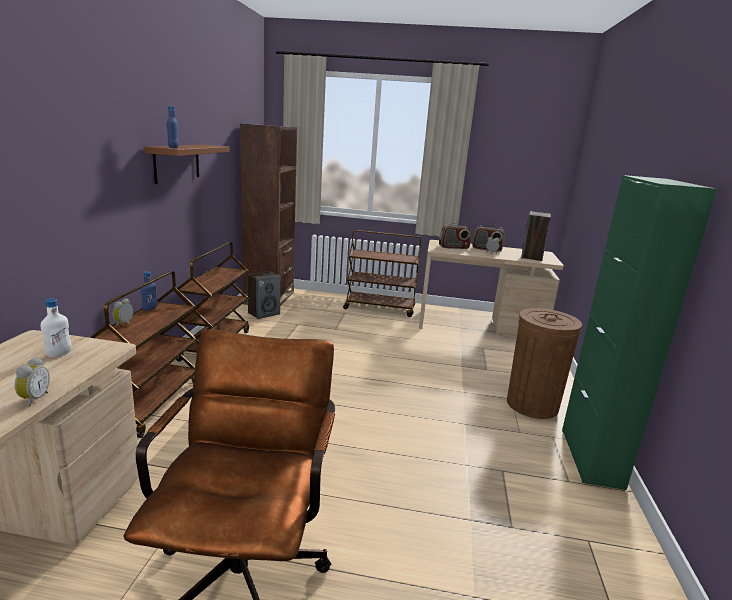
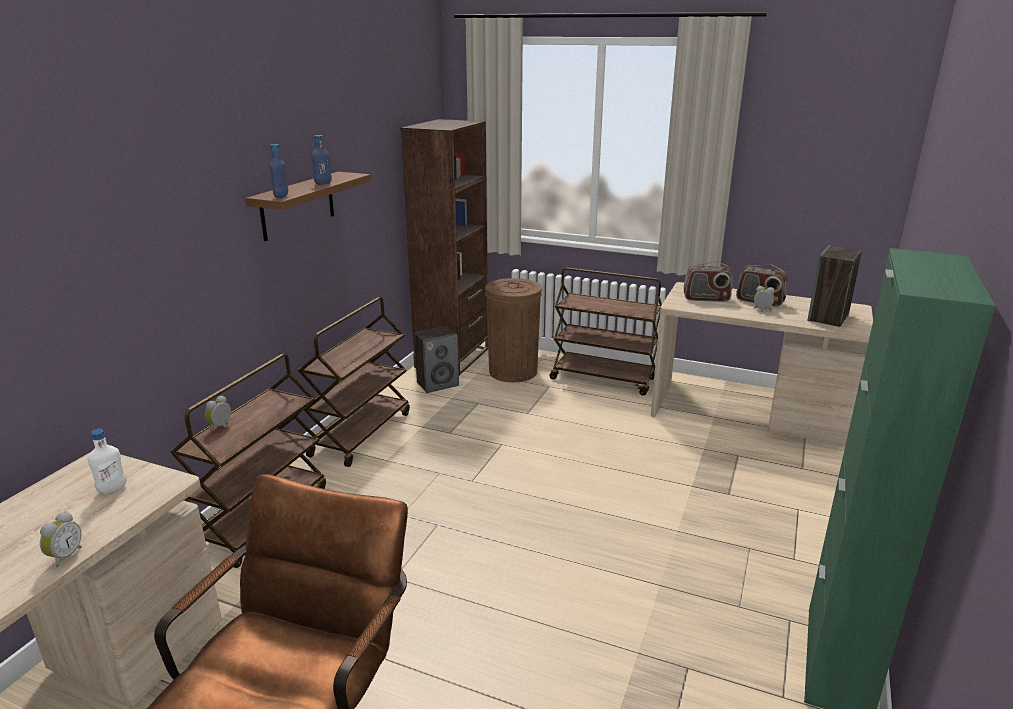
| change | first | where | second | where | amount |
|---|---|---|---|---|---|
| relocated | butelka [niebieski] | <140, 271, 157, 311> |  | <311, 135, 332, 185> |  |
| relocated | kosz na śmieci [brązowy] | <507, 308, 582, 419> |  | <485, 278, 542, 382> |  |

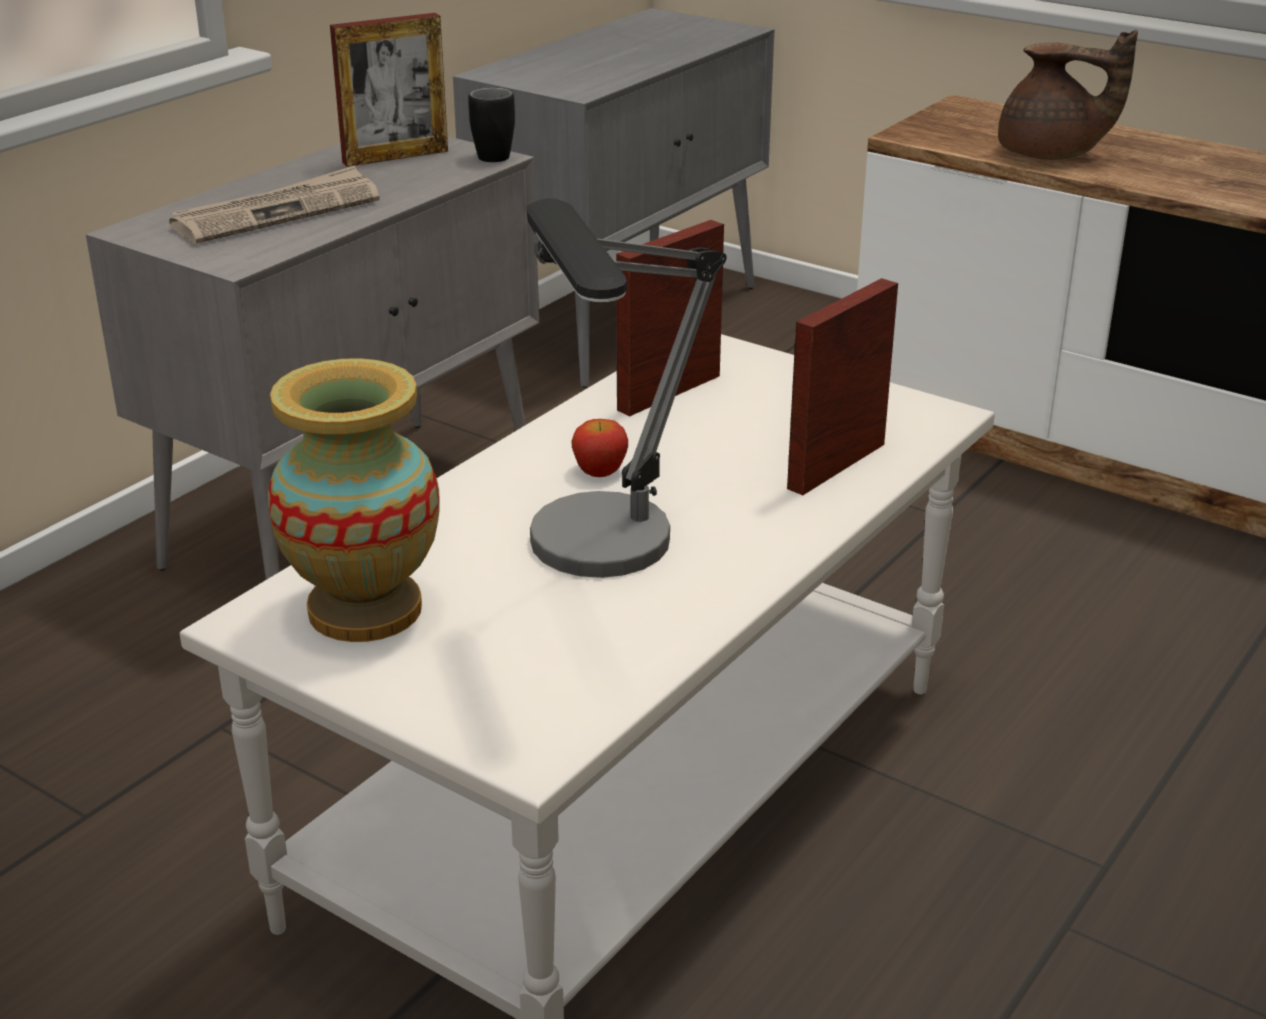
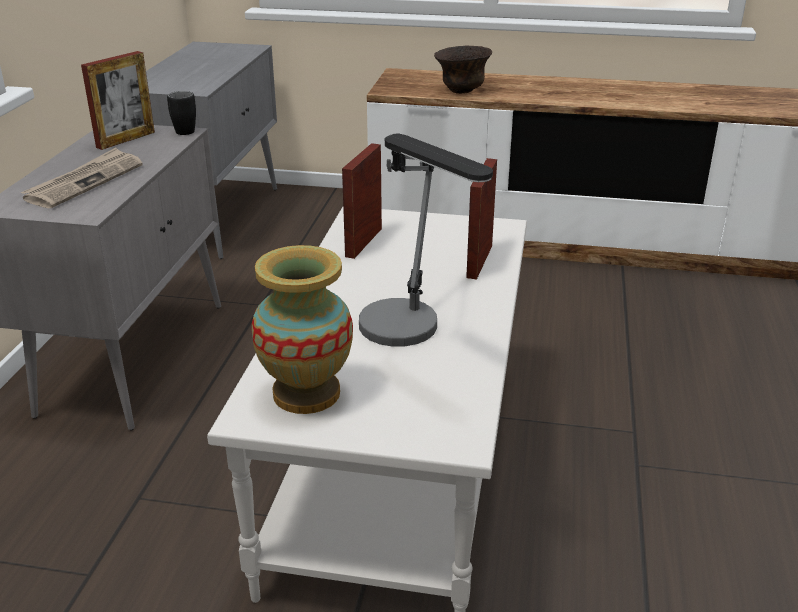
| change | first | where | second | where | amount |
|---|---|---|---|---|---|
| exchanged | imbryk [brązowy] | <998, 30, 1138, 160> | miska [brązowy] | <434, 45, 492, 94> |  |
| missing | jabłko | <571, 419, 628, 477> |  |  |  |

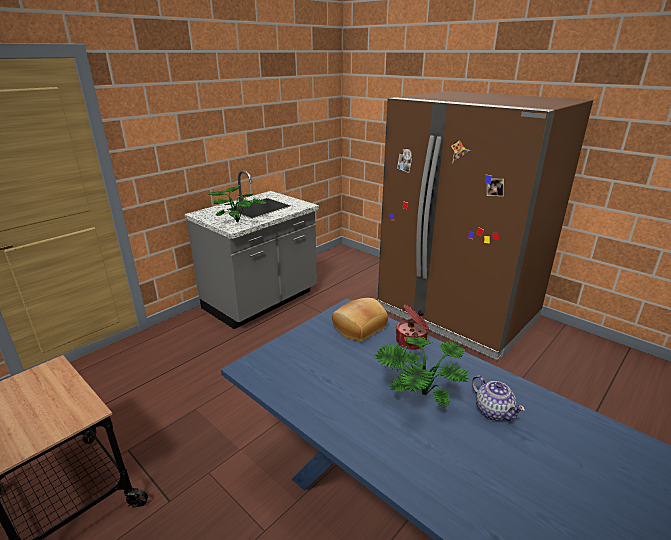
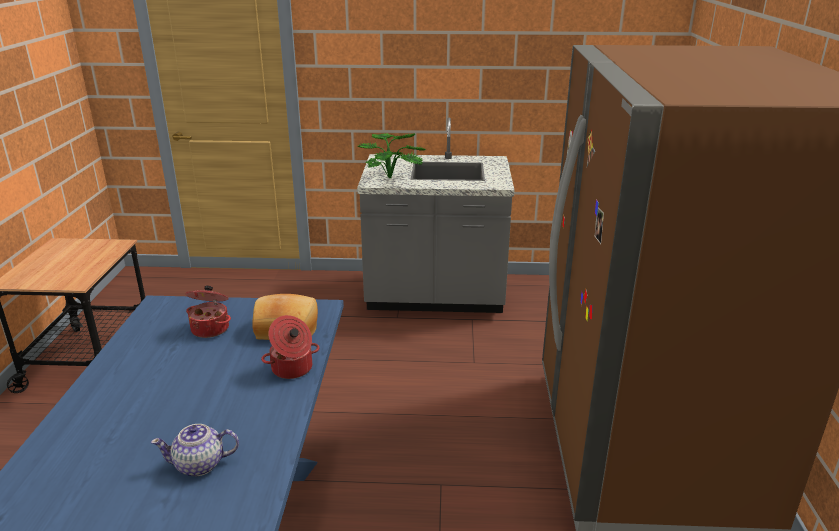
| change | first | where | second | where | amount |
|---|---|---|---|---|---|
| missing | roślina doniczkowa | <374, 337, 469, 407> |  |  |  |
| spun | imbryk | <472, 375, 525, 421> |  | <151, 424, 239, 476> | 60 degrees clockwise |
| appeared |  |  | garnek | <186, 285, 231, 338> |  |

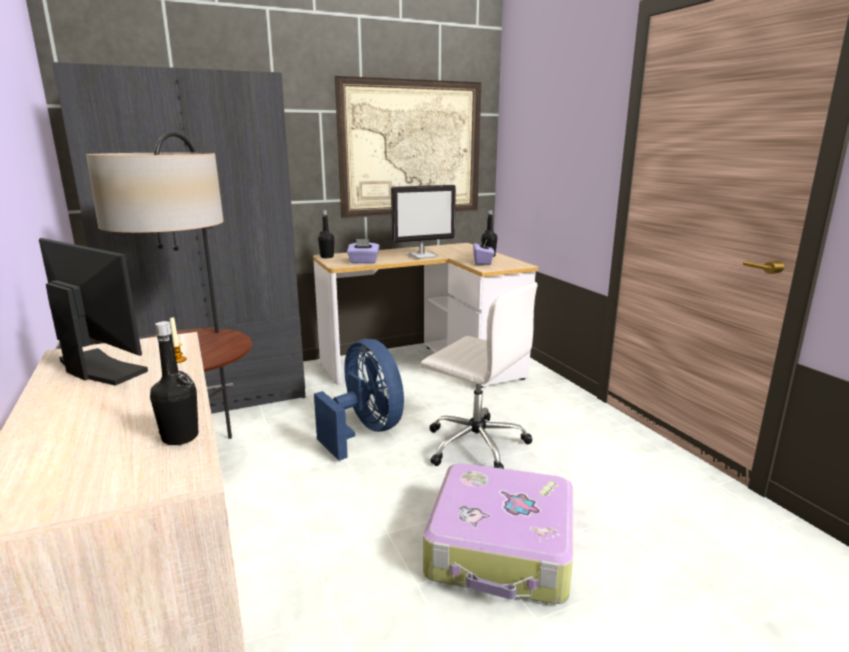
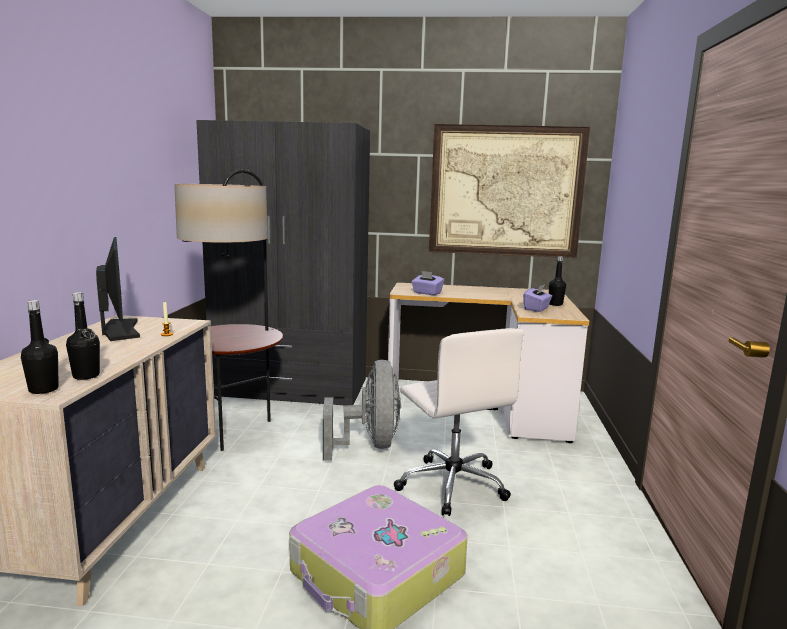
| change | first | where | second | where | amount |
|---|---|---|---|---|---|
| missing | monitor | <391, 185, 456, 259> |  |  |  |
| relocated | butelka [czarny] | <318, 210, 334, 258> |  | <21, 300, 59, 394> |  |
| colour | wentylator [niebieski] | <314, 339, 404, 461> | wentylator [szary] | <323, 360, 401, 461> |  |

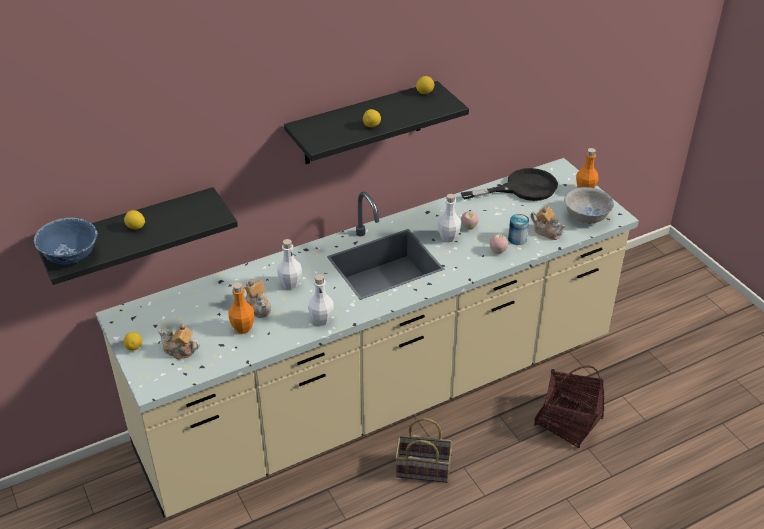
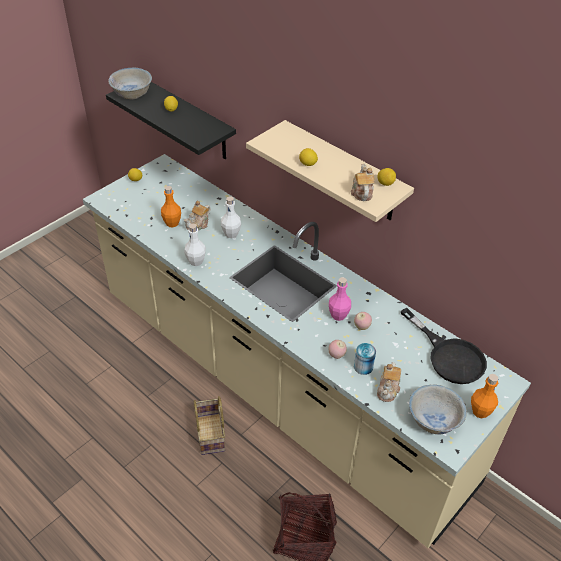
| change | first | where | second | where | amount |
|---|---|---|---|---|---|
| colour | półka [czarny] | <284, 81, 469, 164> | półka [beżowy] | <246, 120, 414, 222> |  |
| colour | butelka [biały] | <438, 194, 461, 242> | butelka [różowy] | <329, 277, 351, 321> |  |
| colour | miska [niebieski] | <34, 218, 98, 265> | miska [biały] | <108, 68, 152, 99> |  |
| relocated | imbryk | <158, 323, 200, 360> |  | <351, 164, 374, 201> |  |

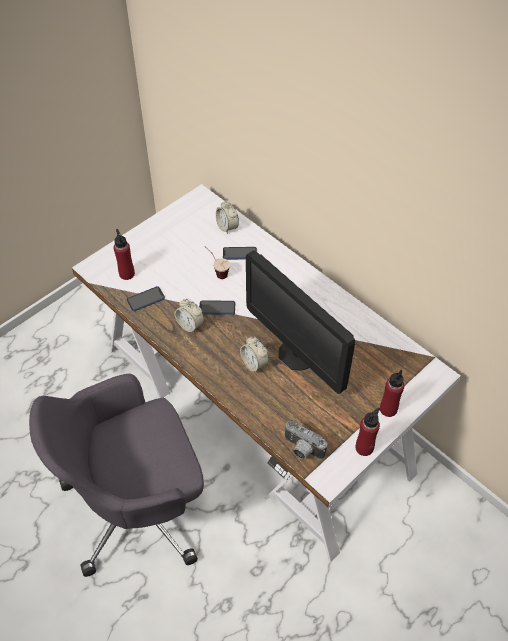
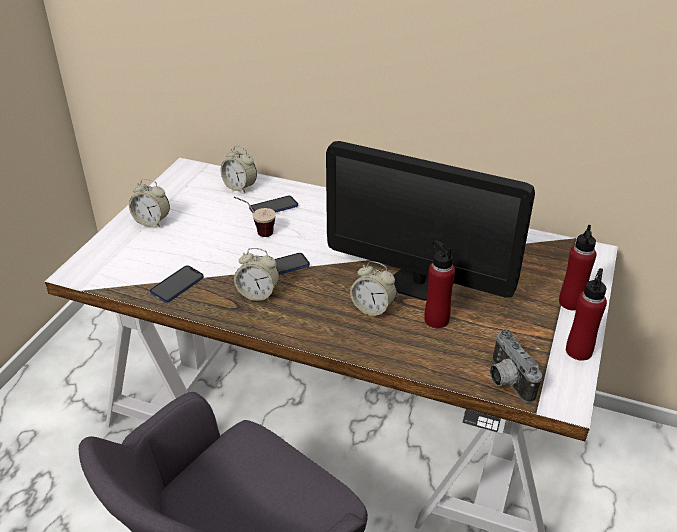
| change | first | where | second | where | amount |
|---|---|---|---|---|---|
| relocated | butelka [czerwony] | <114, 229, 135, 280> |  | <424, 240, 455, 328> |  |
| spun | aparat fotograficzny | <284, 420, 327, 459> |  | <490, 329, 542, 403> | 60 degrees clockwise |
| appeared |  |  | budzik | <129, 179, 170, 227> |  |

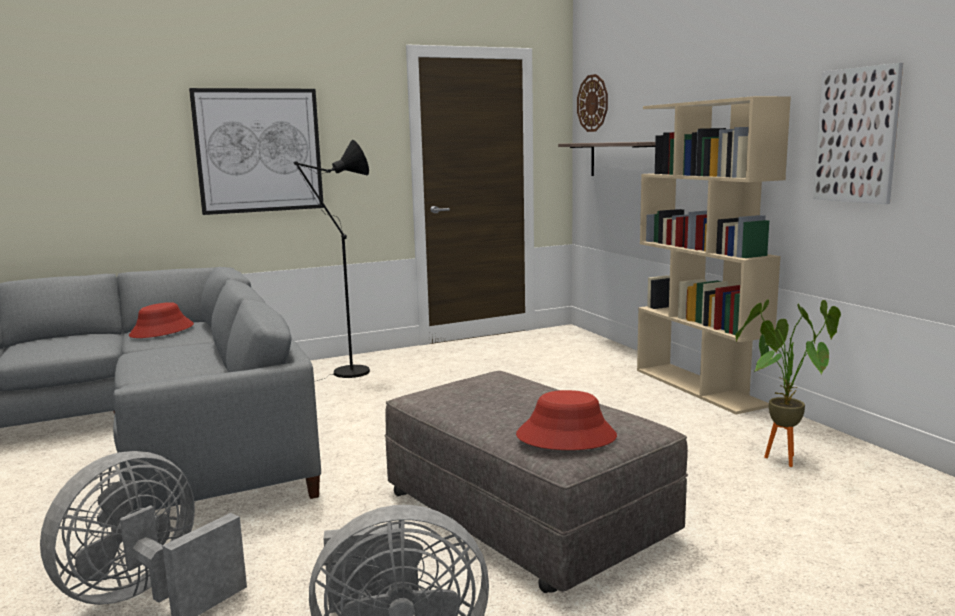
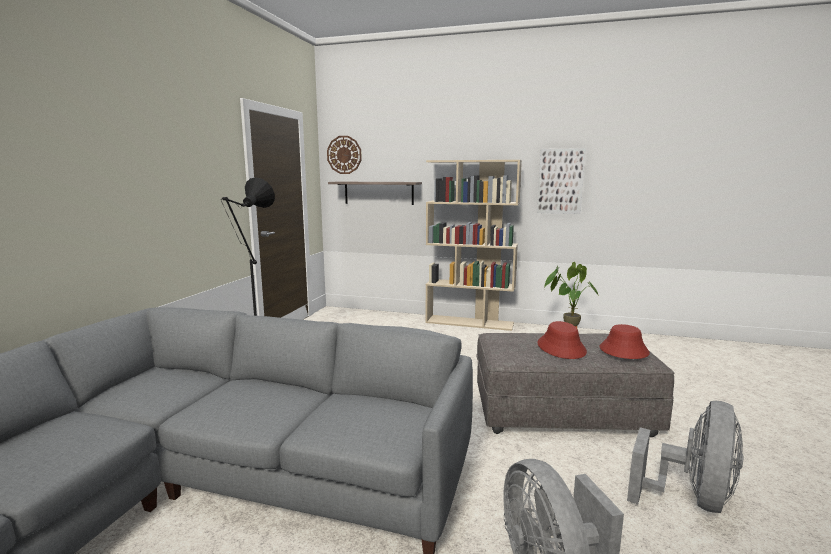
| change | first | where | second | where | amount |
|---|---|---|---|---|---|
| missing | obraz | <189, 88, 324, 215> |  |  |  |
| relocated | kapelusz [czerwony] | <129, 302, 194, 338> |  | <537, 321, 587, 359> |  |

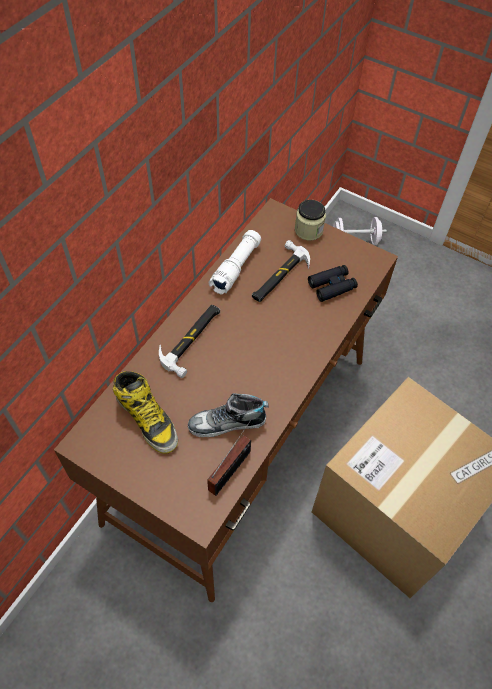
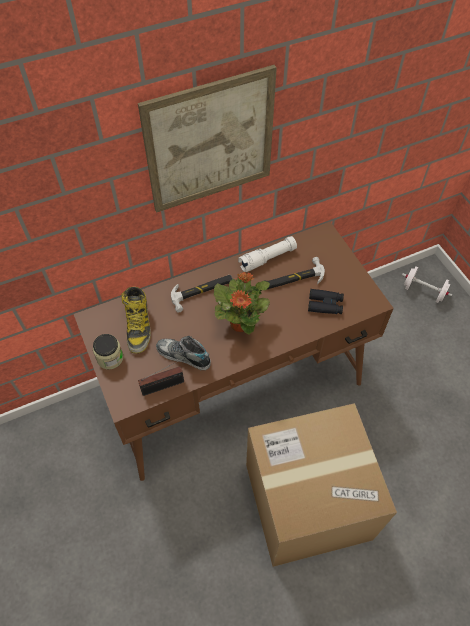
| change | first | where | second | where | amount |
|---|---|---|---|---|---|
| relocated | słoik | <295, 200, 326, 241> |  | <93, 334, 123, 369> |  |
| appeared |  |  | obraz | <138, 65, 277, 213> |  |
| appeared |  |  | roślina doniczkowa | <214, 272, 270, 334> |  |

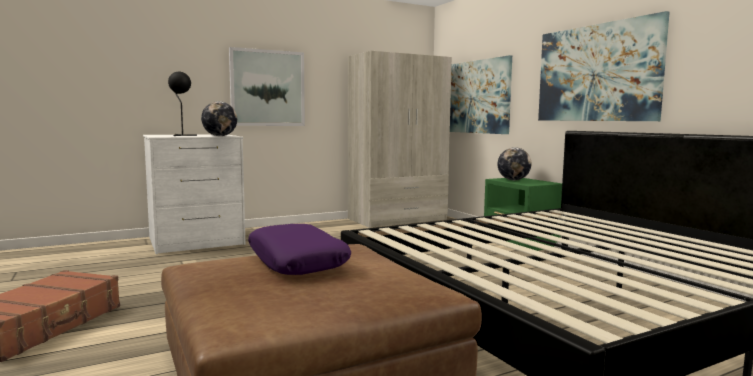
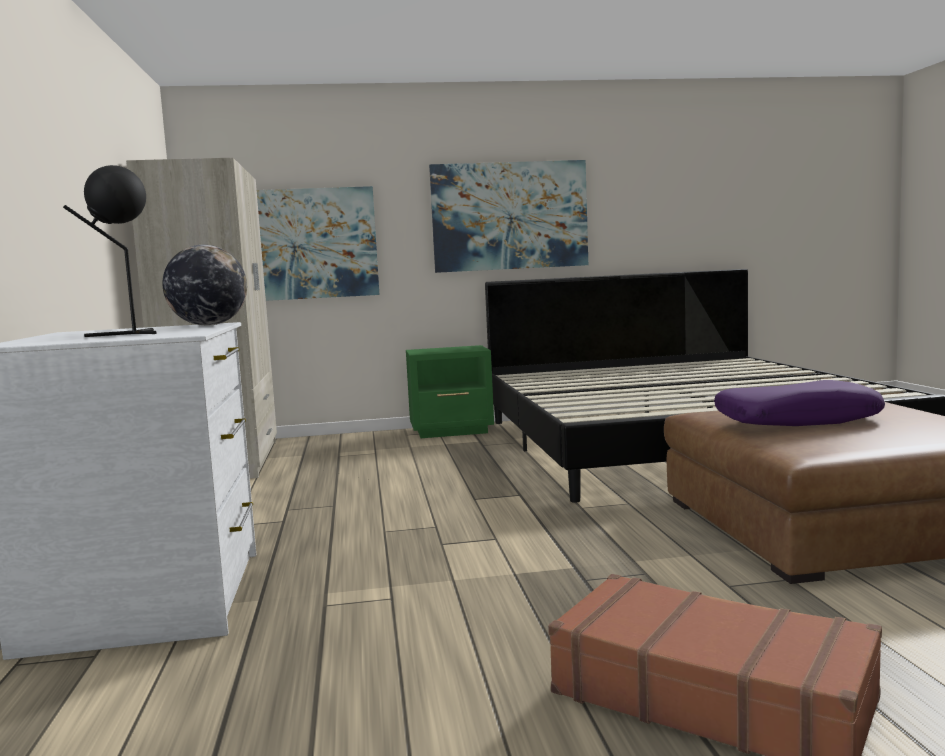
| change | first | where | second | where | amount |
|---|---|---|---|---|---|
| missing | obraz | <229, 47, 305, 126> |  |  |  |
| missing | globus | <498, 147, 531, 180> |  |  |  |

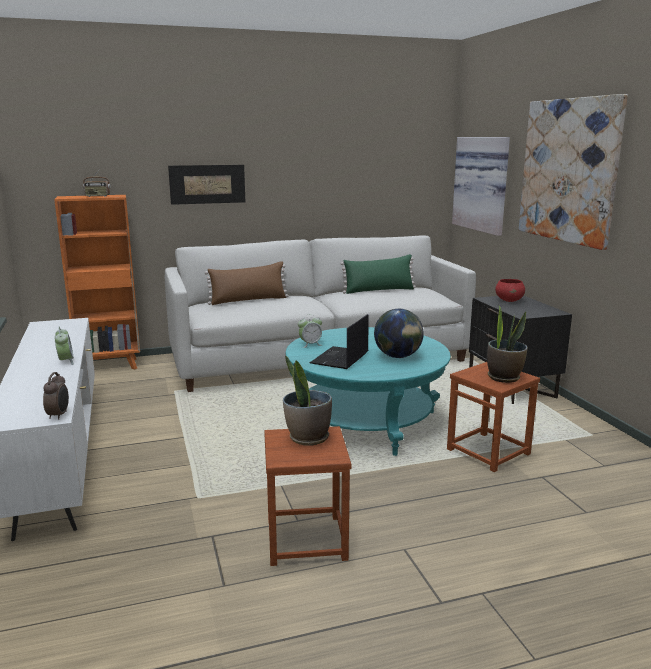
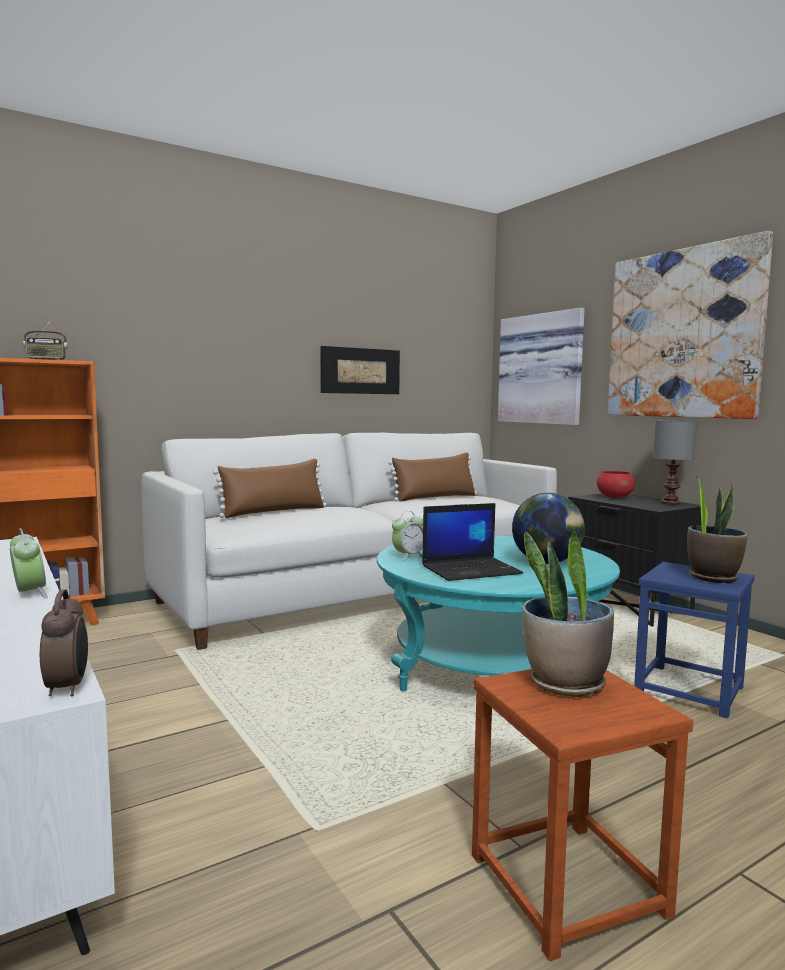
| change | first | where | second | where | amount |
|---|---|---|---|---|---|
| relocated | obraz | <168, 165, 245, 205> |  | <320, 346, 400, 394> |  |
| colour | poduszka [zielony] | <341, 254, 416, 294> | poduszka [brązowy] | <388, 452, 477, 502> |  |
| spun | laptop | <310, 314, 369, 369> |  | <422, 503, 523, 581> | 120 degrees counterclockwise |
| colour | stołek [brązowy] | <447, 362, 540, 472> | stołek [niebieski] | <634, 562, 755, 719> |  |
| appeared |  |  | lampa stołowa [szary] | <653, 420, 697, 505> |  |

